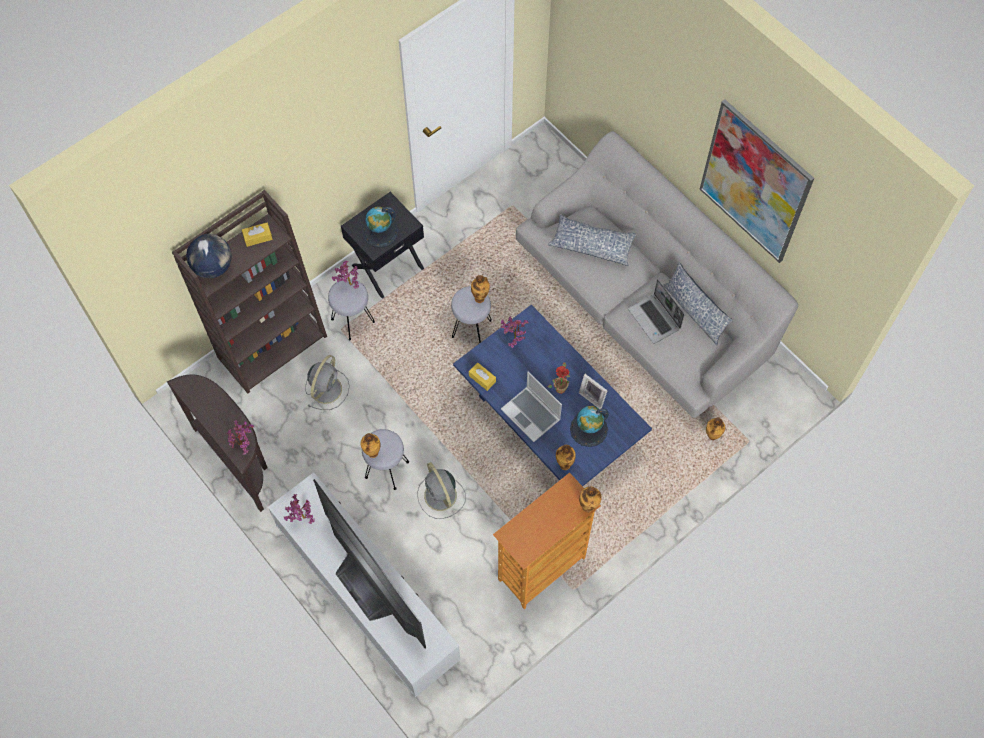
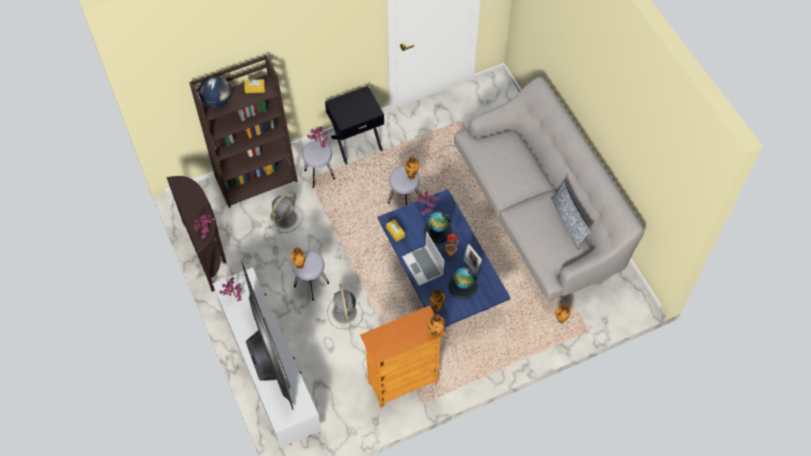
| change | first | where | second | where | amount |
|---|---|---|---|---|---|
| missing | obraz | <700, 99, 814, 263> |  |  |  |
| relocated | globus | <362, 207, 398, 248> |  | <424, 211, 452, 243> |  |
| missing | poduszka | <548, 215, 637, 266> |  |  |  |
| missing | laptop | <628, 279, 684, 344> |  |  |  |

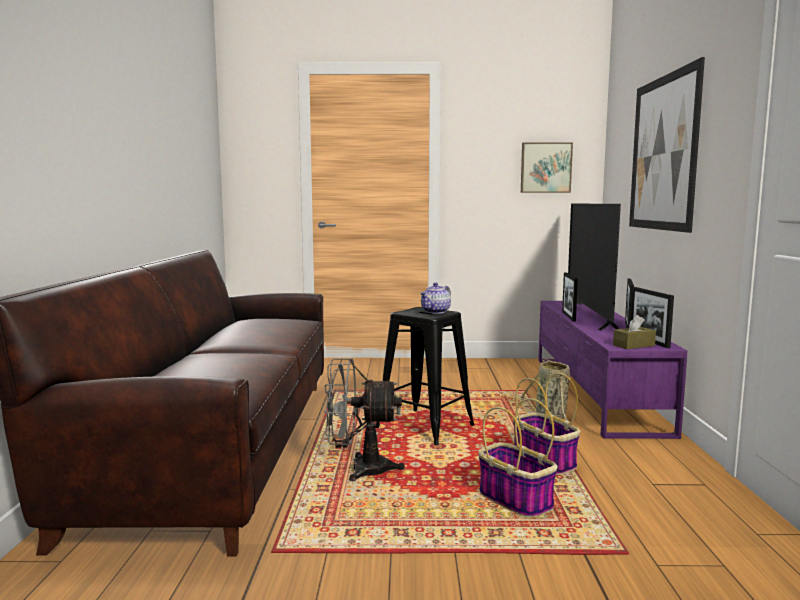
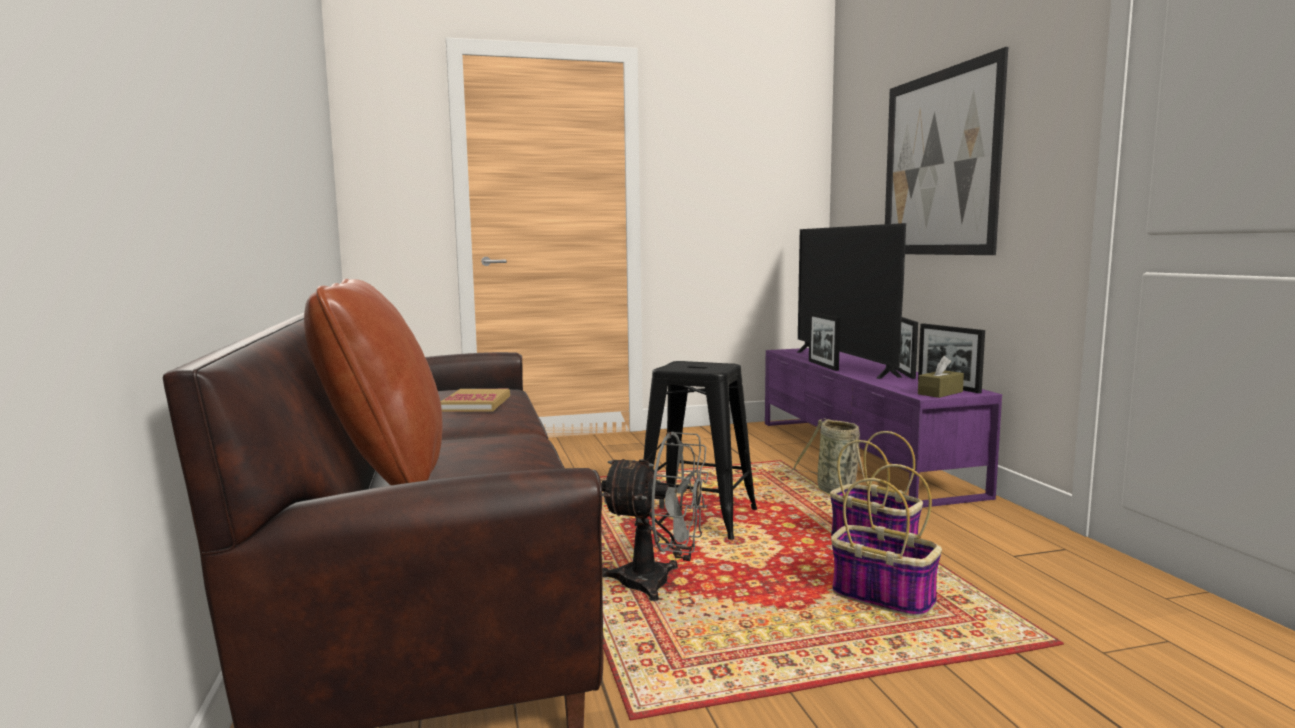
| change | first | where | second | where | amount |
|---|---|---|---|---|---|
| missing | obraz | <521, 142, 573, 193> |  |  |  |
| missing | imbryk | <420, 282, 451, 314> |  |  |  |
| spun | wentylator [szary] | <324, 358, 405, 481> |  | <601, 432, 709, 601> | 150 degrees counterclockwise |
| appeared |  |  | poduszka [brązowy] | <304, 279, 443, 485> |  |
| appeared |  |  | książka | <441, 389, 510, 412> |  |

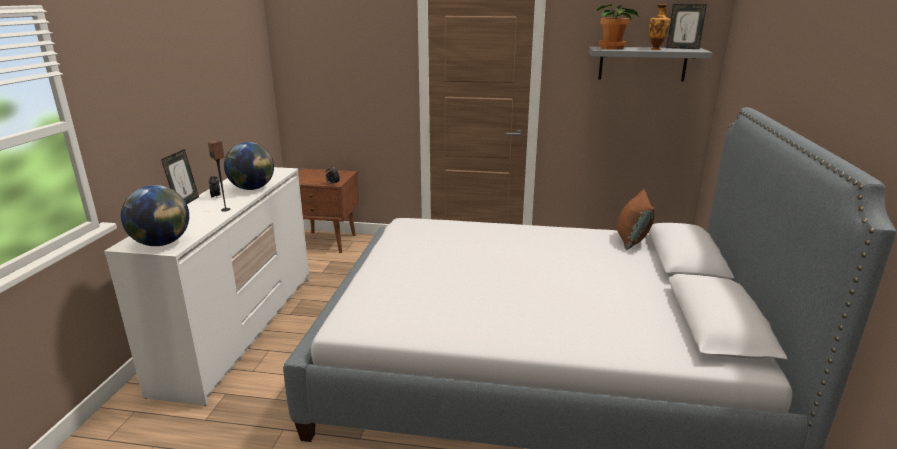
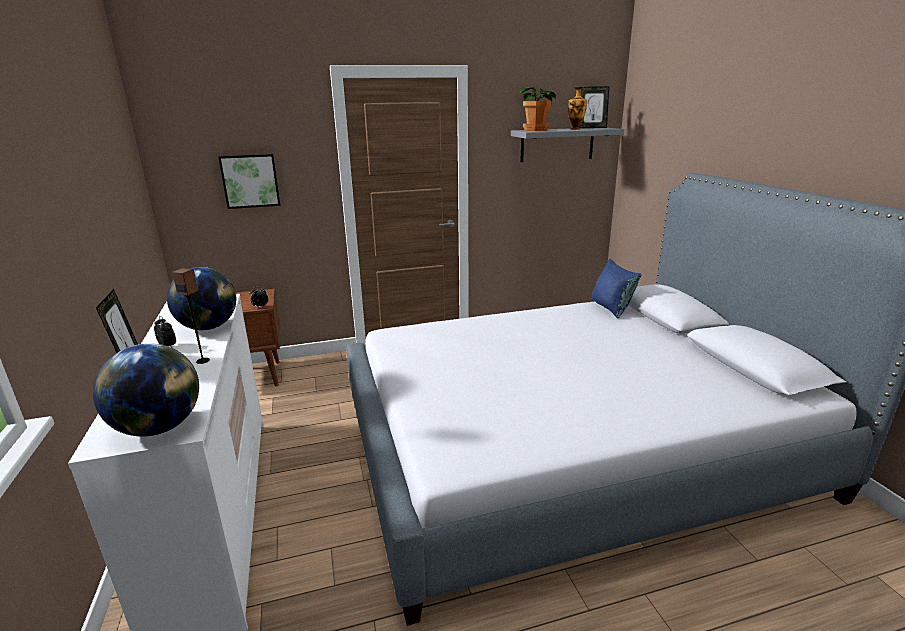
| change | first | where | second | where | amount |
|---|---|---|---|---|---|
| colour | poduszka [brązowy] | <617, 189, 655, 250> | poduszka [niebieski] | <592, 259, 642, 318> |  |
| appeared |  |  | obraz | <218, 154, 280, 209> |  |

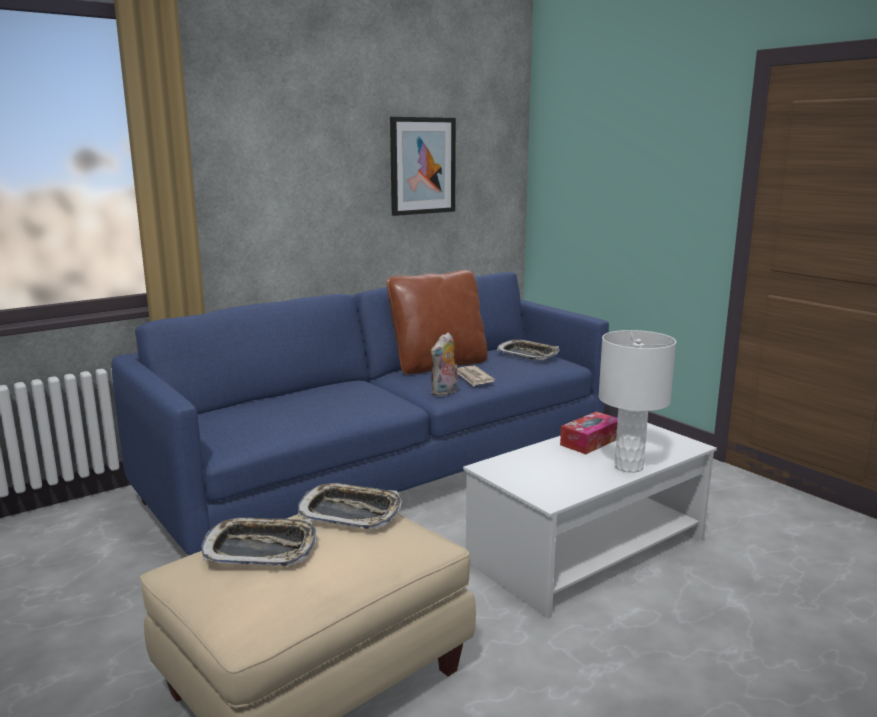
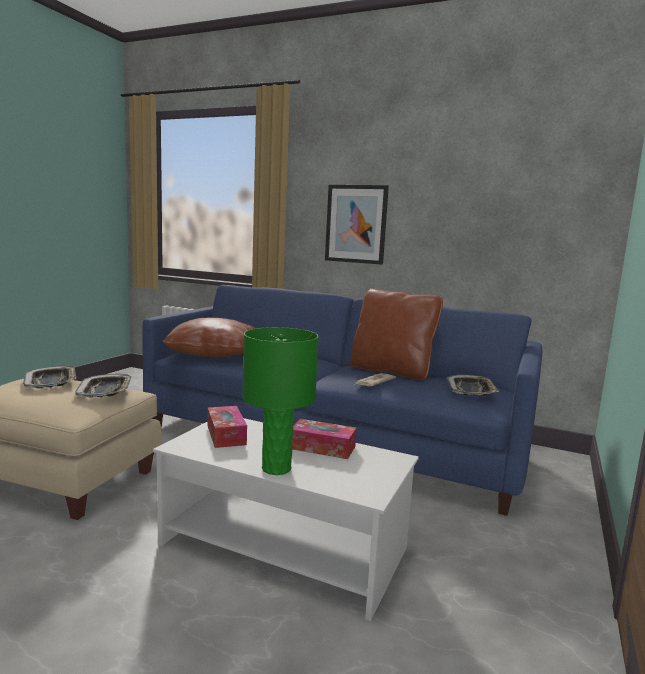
| change | first | where | second | where | amount |
|---|---|---|---|---|---|
| relocated | obraz | <390, 117, 456, 216> |  | <325, 185, 389, 265> |  |
| colour | lampa stołowa [biały] | <598, 330, 676, 473> | lampa stołowa [zielony] | <242, 327, 319, 475> |  |
| missing | pluszak | <431, 333, 458, 396> |  |  |  |
| appeared |  |  | poduszka [brązowy] | <163, 318, 256, 357> |  |
| appeared |  |  | pudełko chusteczek | <207, 406, 247, 448> |  |

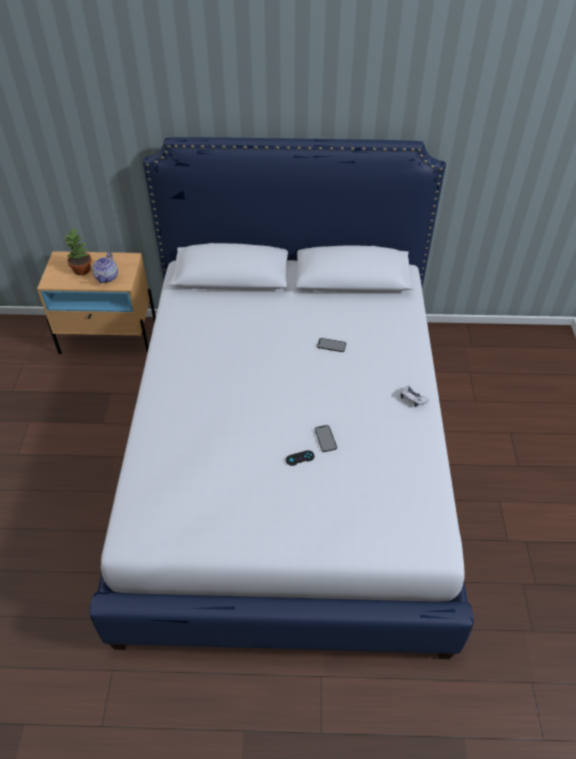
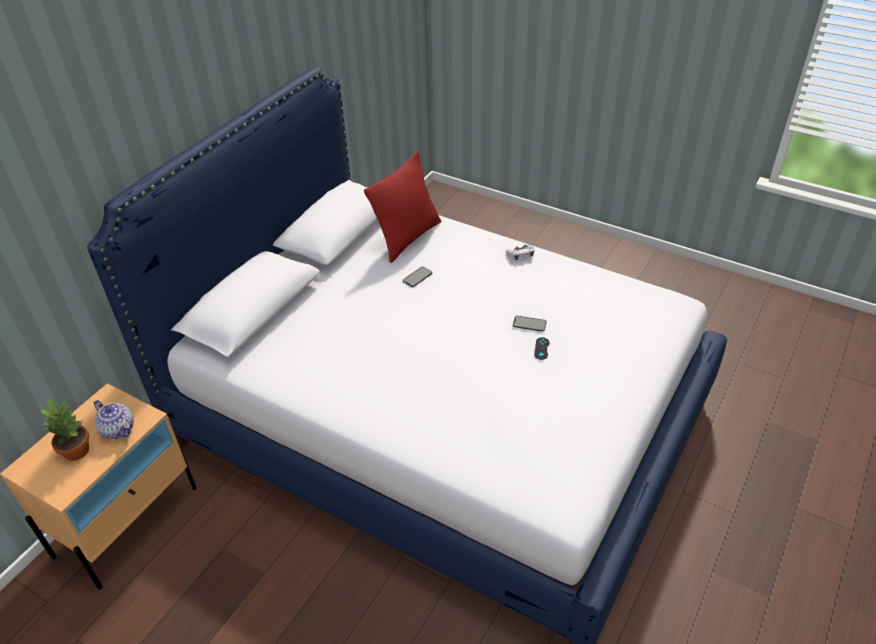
| change | first | where | second | where | amount |
|---|---|---|---|---|---|
| appeared |  |  | poduszka [czerwony] | <364, 151, 441, 263> |  |

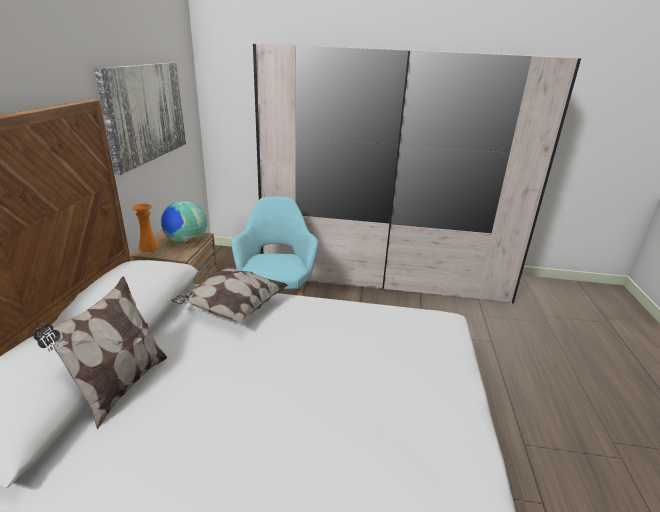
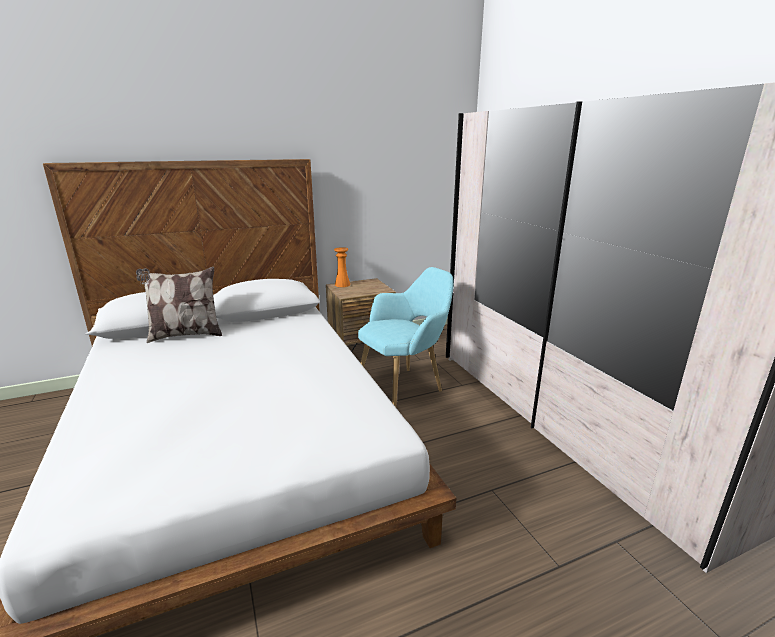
| change | first | where | second | where | amount |
|---|---|---|---|---|---|
| missing | obraz | <94, 62, 186, 175> |  |  |  |
| missing | globus | <161, 201, 207, 244> |  |  |  |
| missing | poduszka | <171, 267, 288, 325> |  |  |  |

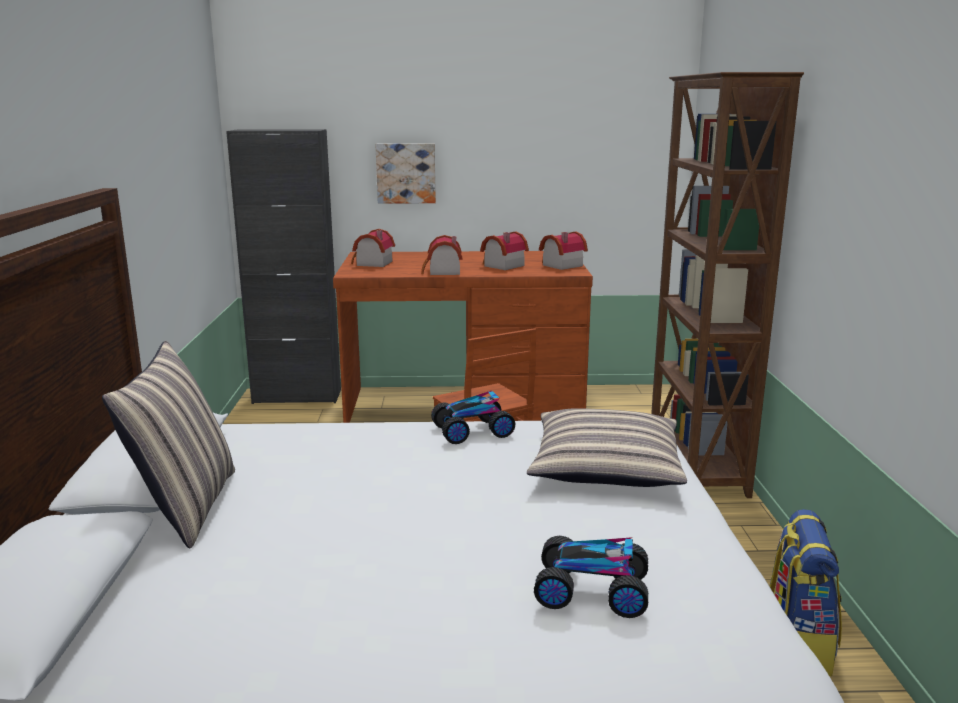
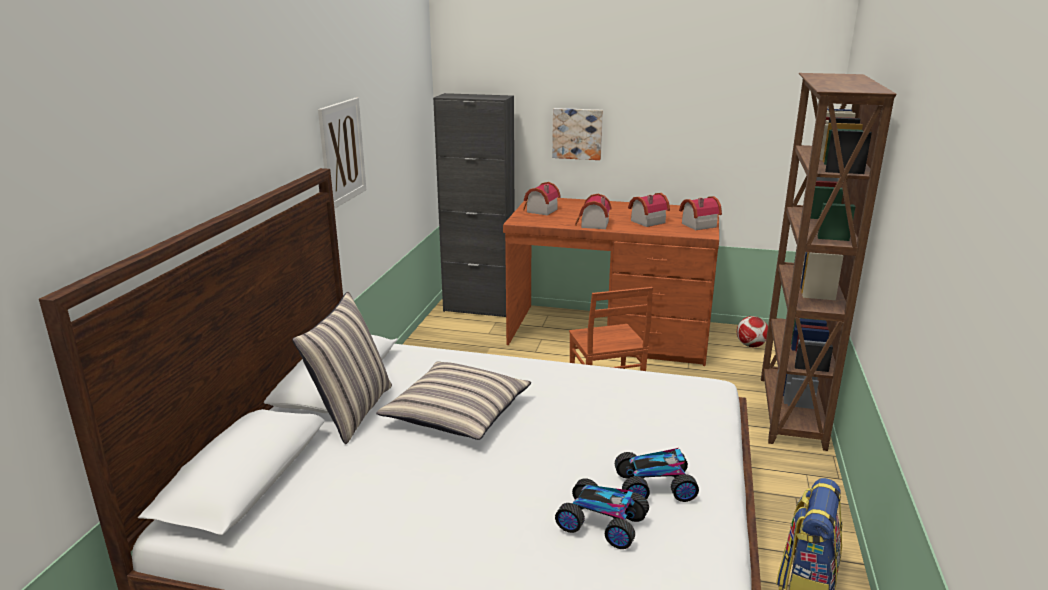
| change | first | where | second | where | amount |
|---|---|---|---|---|---|
| relocated | samochodzik | <431, 391, 515, 444> |  | <615, 448, 699, 502> |  |
| relocated | poduszka | <527, 408, 687, 487> |  | <376, 361, 531, 440> |  |
| appeared |  |  | obraz | <318, 98, 366, 209> |  |
| appeared |  |  | piłka futbolowa | <737, 316, 768, 347> |  |

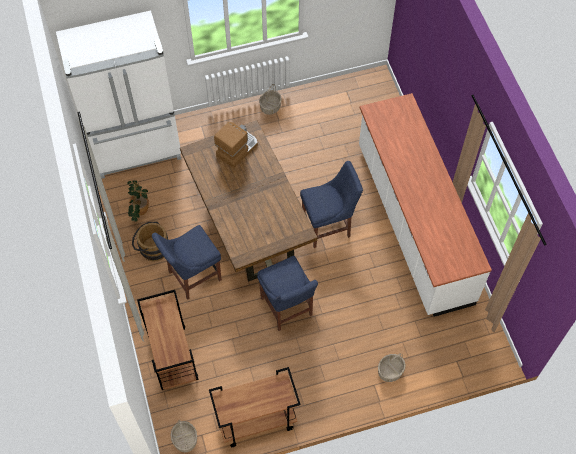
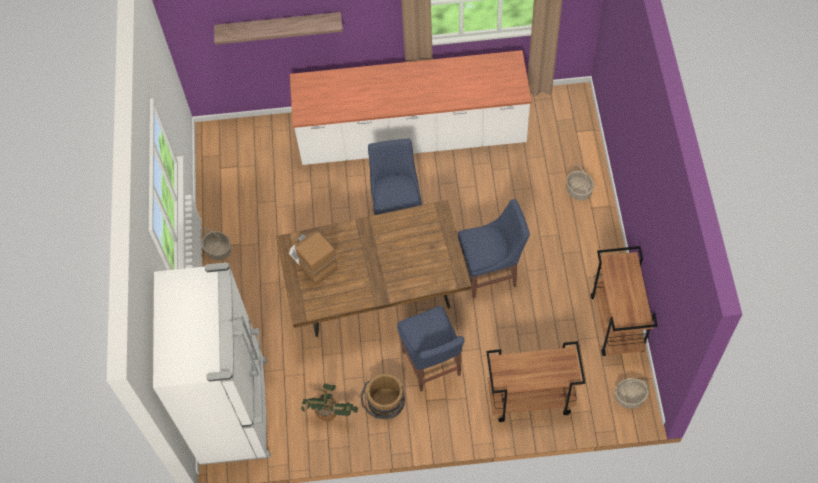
| change | first | where | second | where | amount |
|---|---|---|---|---|---|
| appeared |  |  | półka | <214, 12, 343, 45> |  |

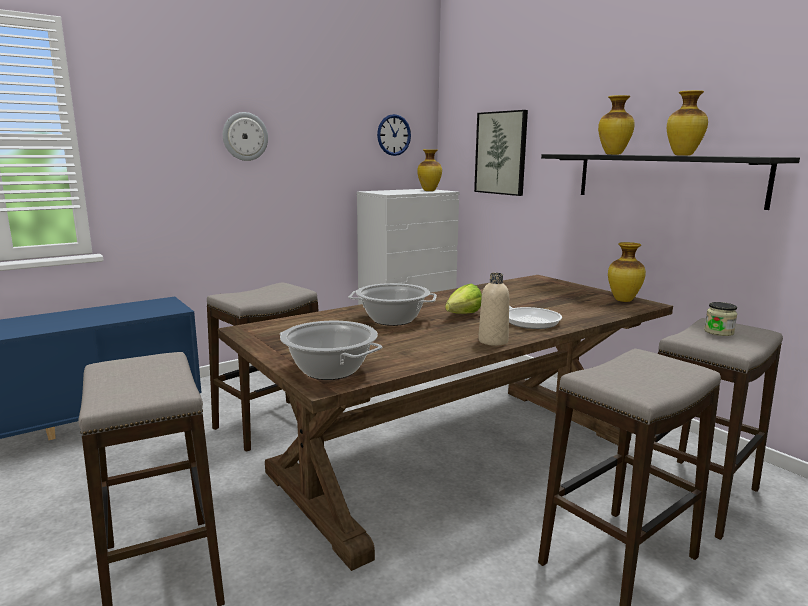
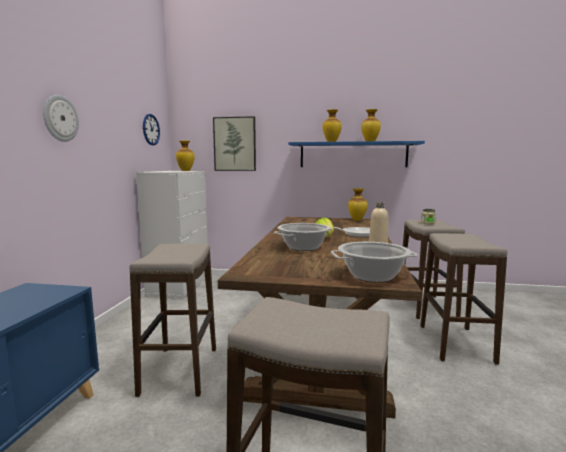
| change | first | where | second | where | amount |
|---|---|---|---|---|---|
| colour | półka [czarny] | <541, 154, 800, 210> | półka [niebieski] | <288, 141, 425, 167> |  |

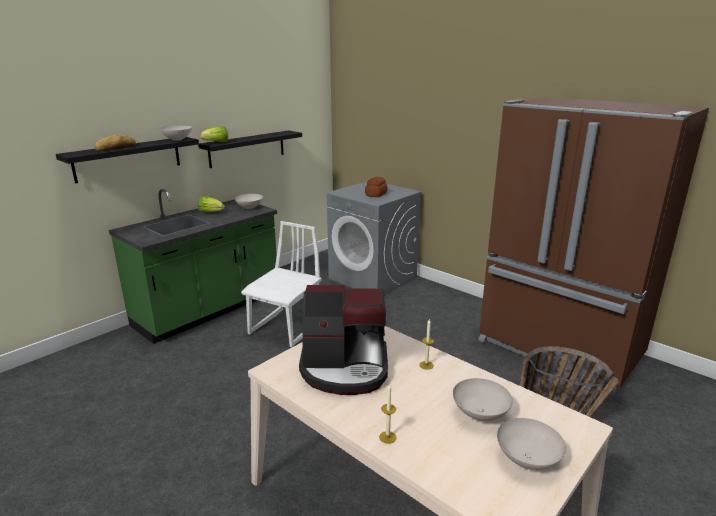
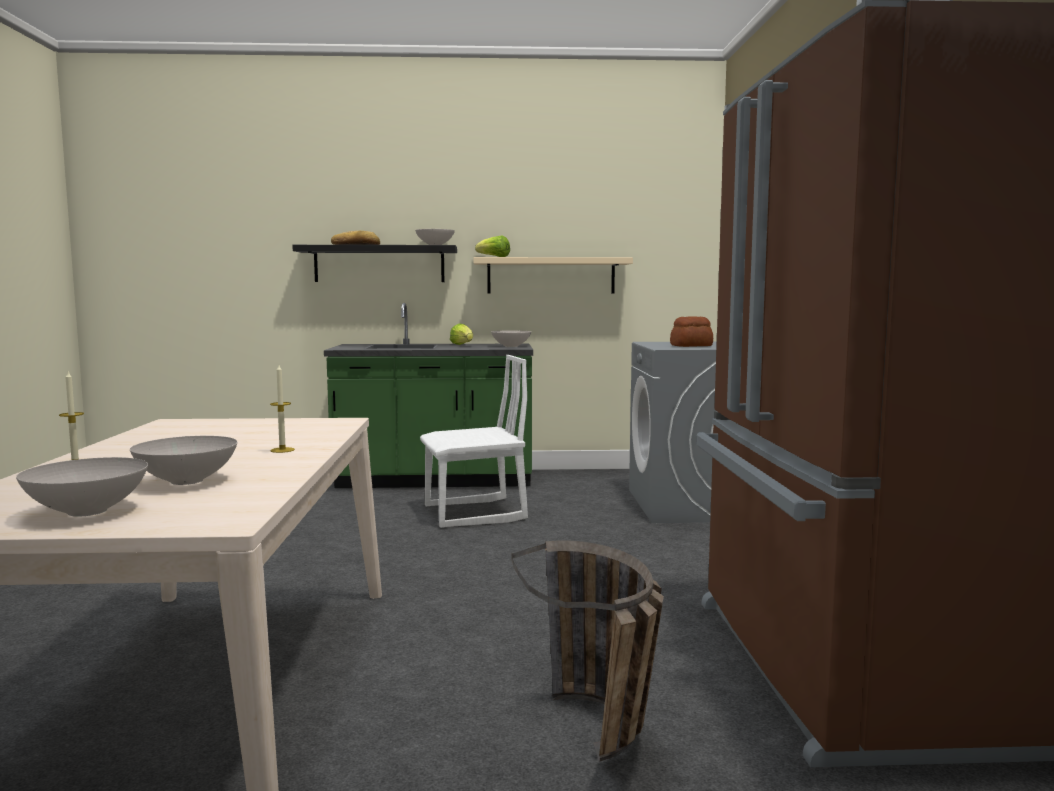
| change | first | where | second | where | amount |
|---|---|---|---|---|---|
| colour | półka [czarny] | <198, 130, 302, 168> | półka [beżowy] | <473, 257, 633, 294> |  |
| missing | ekspres do kawy | <299, 285, 388, 395> |  |  |  |

